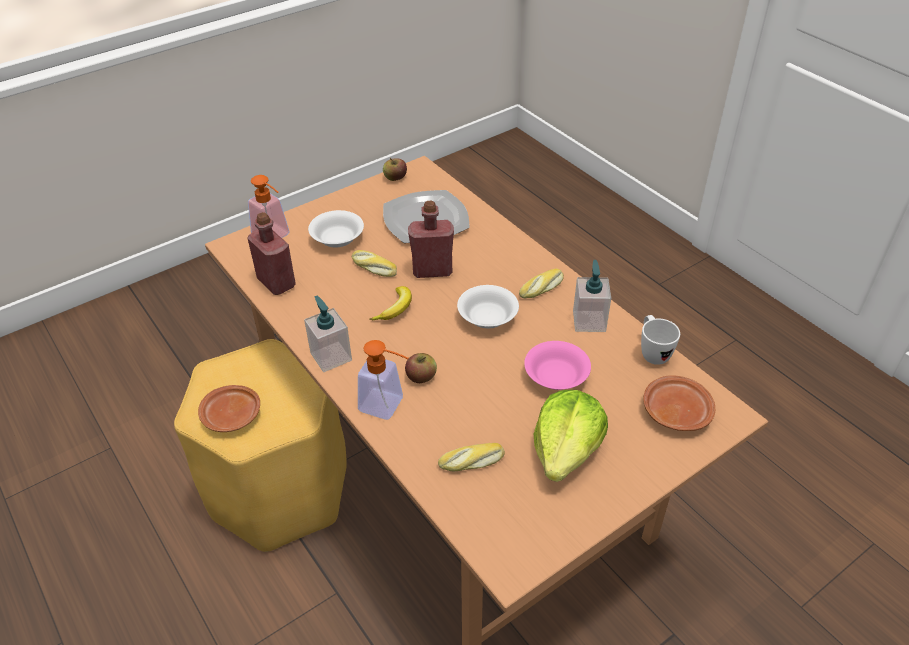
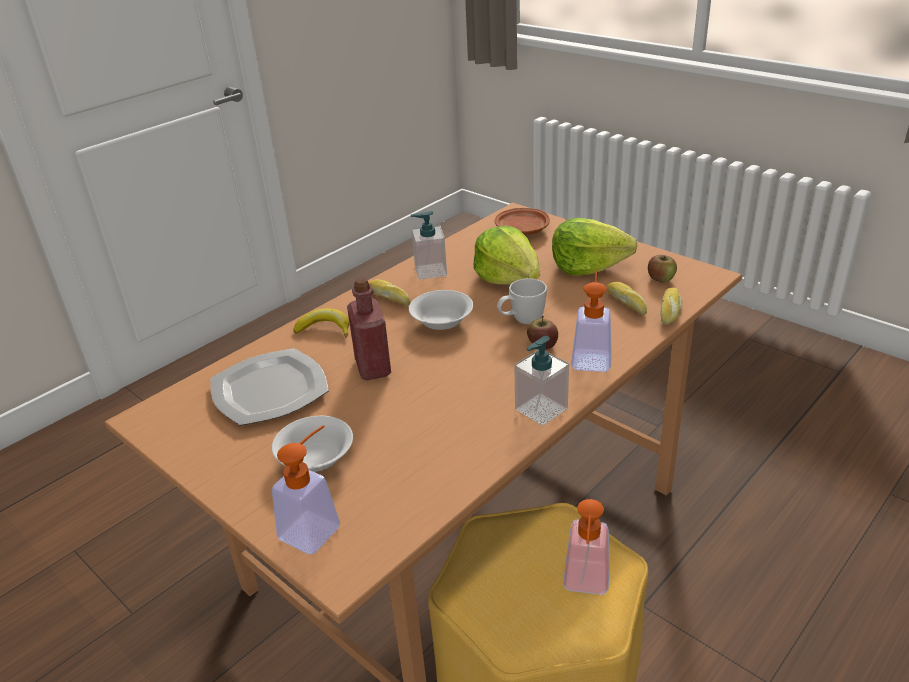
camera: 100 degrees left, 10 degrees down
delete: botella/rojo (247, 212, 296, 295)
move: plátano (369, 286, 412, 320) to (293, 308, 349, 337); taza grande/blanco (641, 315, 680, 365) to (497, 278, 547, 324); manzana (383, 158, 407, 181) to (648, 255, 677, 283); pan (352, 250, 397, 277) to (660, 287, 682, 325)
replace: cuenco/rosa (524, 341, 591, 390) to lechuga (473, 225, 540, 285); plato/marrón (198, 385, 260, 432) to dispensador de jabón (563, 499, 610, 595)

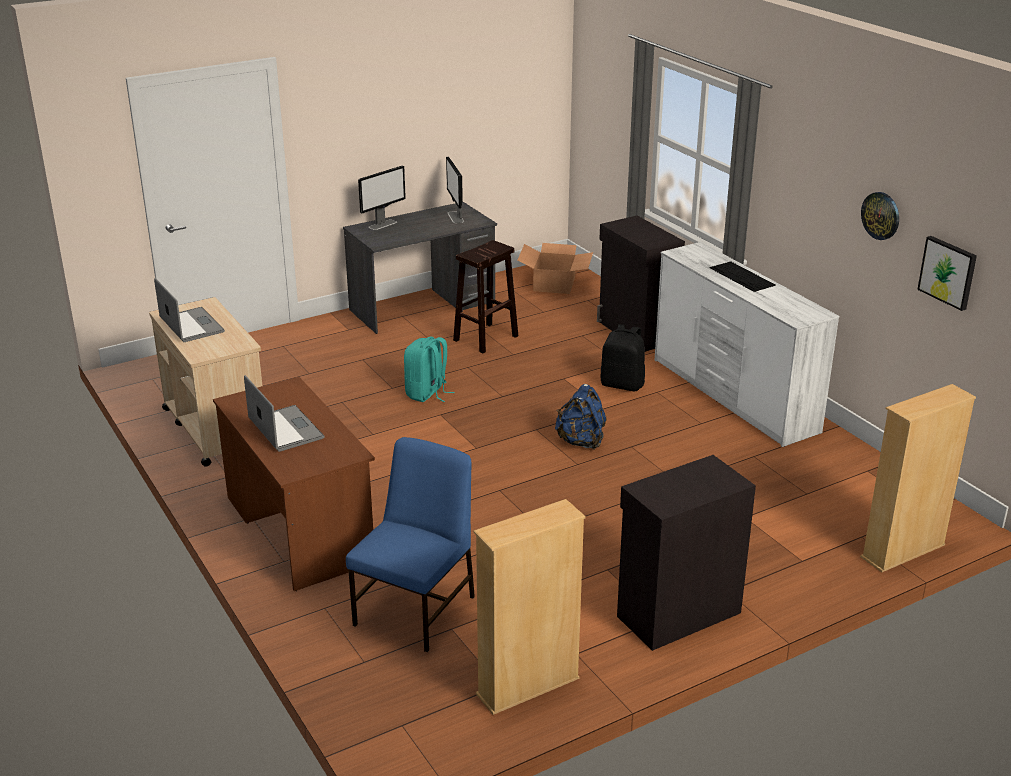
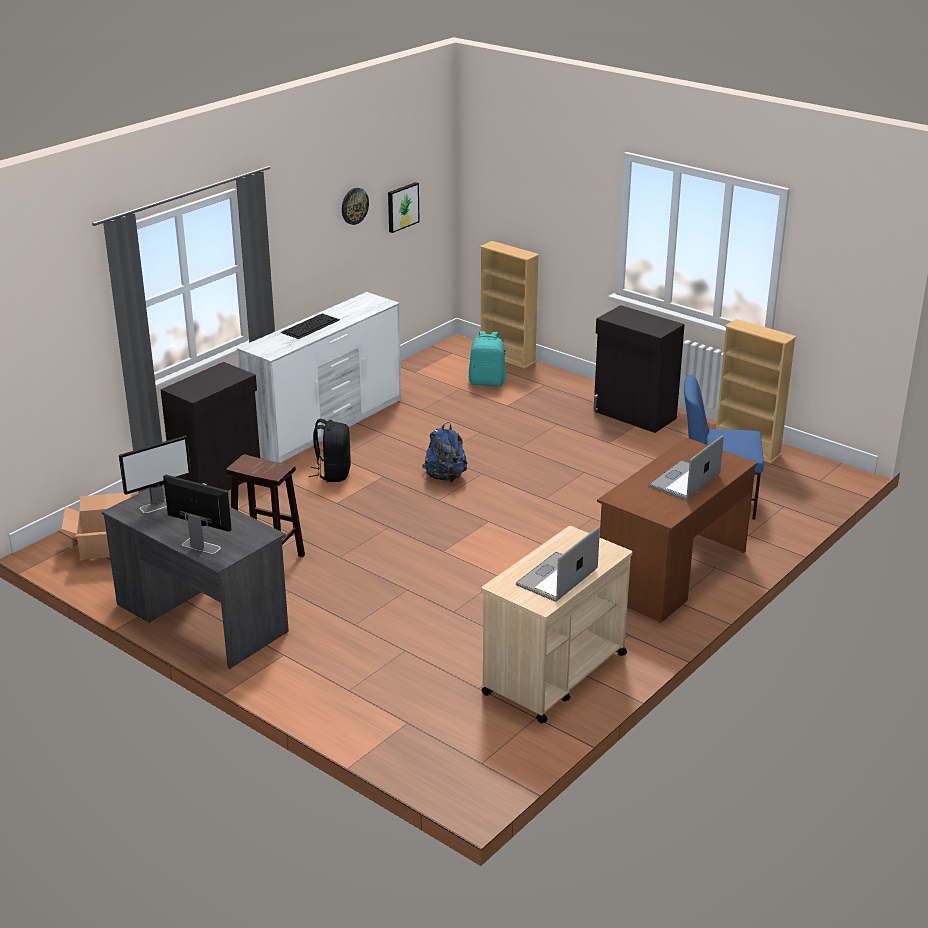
camera: 110 degrees left, 0 degrees up
move: mochila/turquesa (404, 337, 454, 402) to (469, 331, 506, 386)

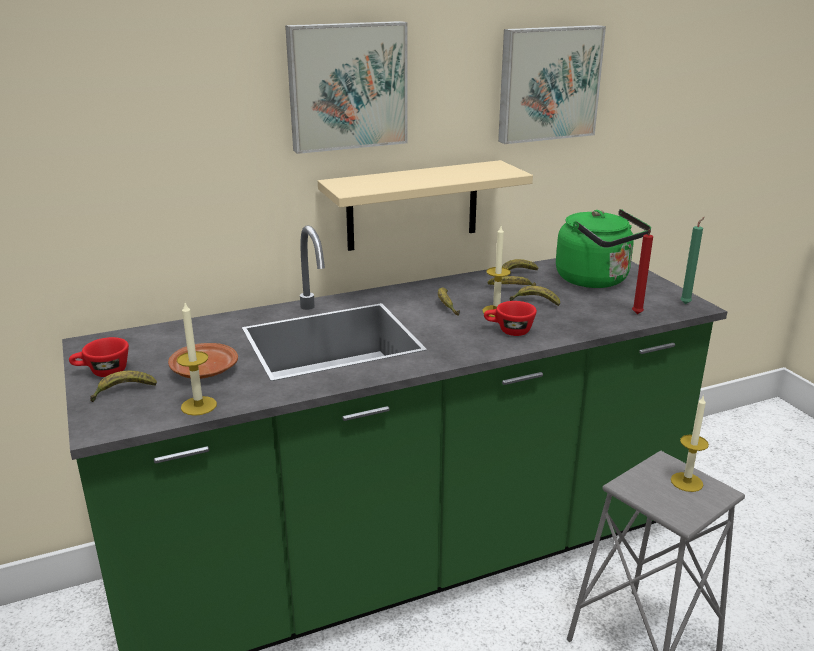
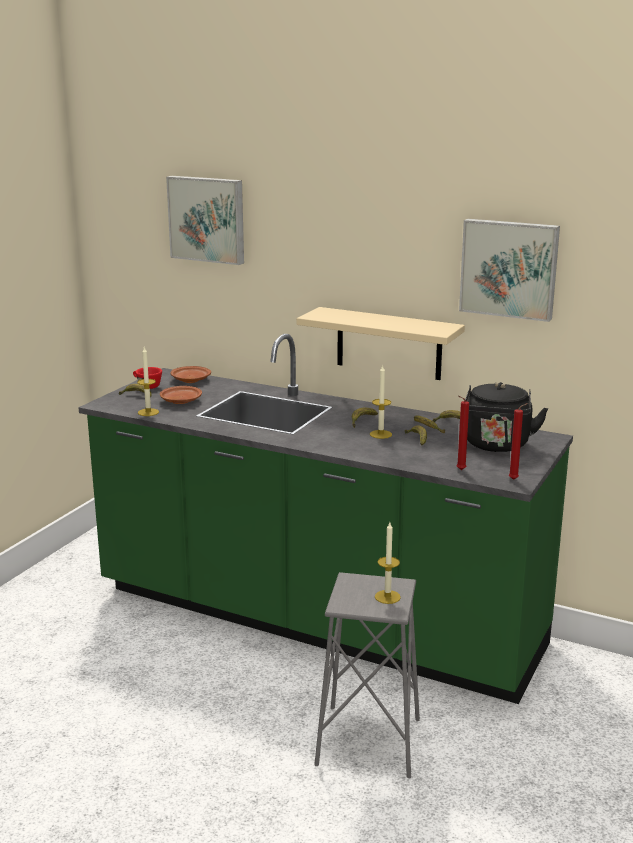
camera: 50 degrees right, 5 degrees down
delete: taza/rojo (484, 301, 537, 336)
insert: plato/marrón (170, 366, 211, 383)
move: cuadro (285, 21, 408, 154) to (166, 176, 244, 265)
recolor: hervidor/verde (556, 209, 651, 288) to hervidor/negro (465, 382, 548, 452); vela/verde (680, 217, 705, 304) to vela/rojo (509, 403, 528, 480)

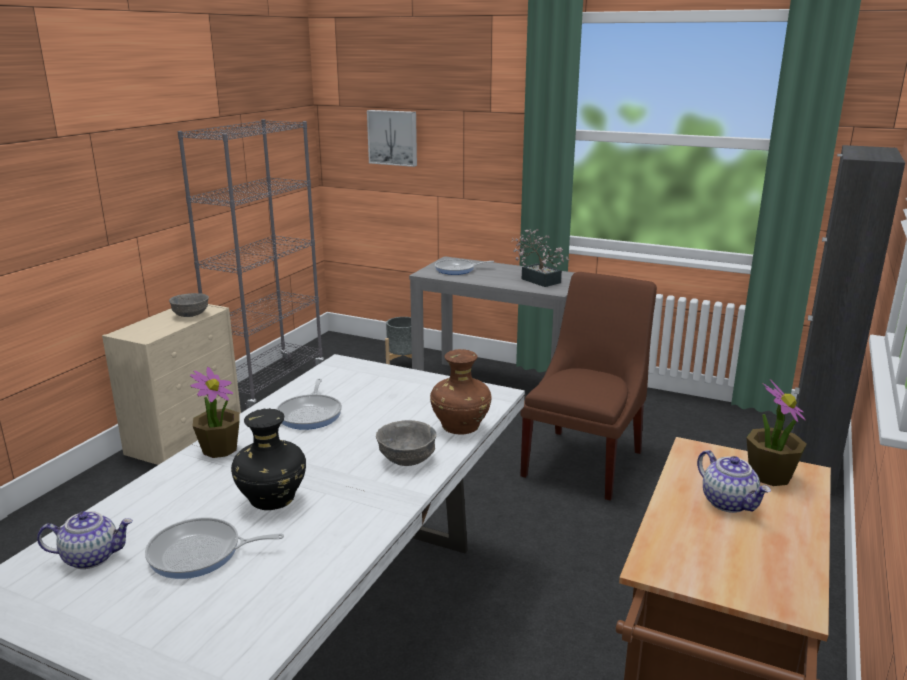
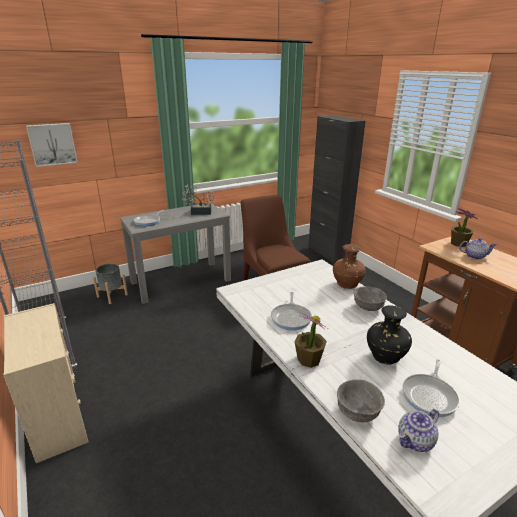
camera: 55 degrees left, 5 degrees up
move: cuenco/gris (169, 293, 209, 317) to (337, 379, 385, 422)
rotate: sartén (276, 379, 342, 430) = (271, 292, 312, 330) 60 degrees clockwise; tetera (37, 511, 133, 569) = (398, 409, 439, 452) 150 degrees counterclockwise

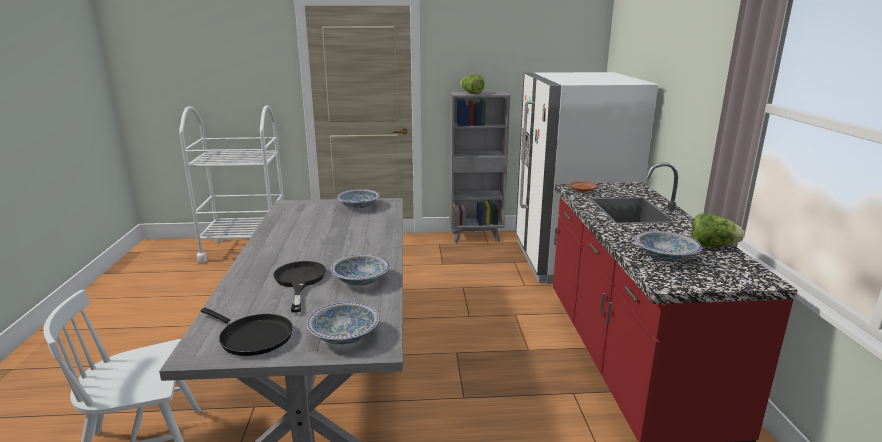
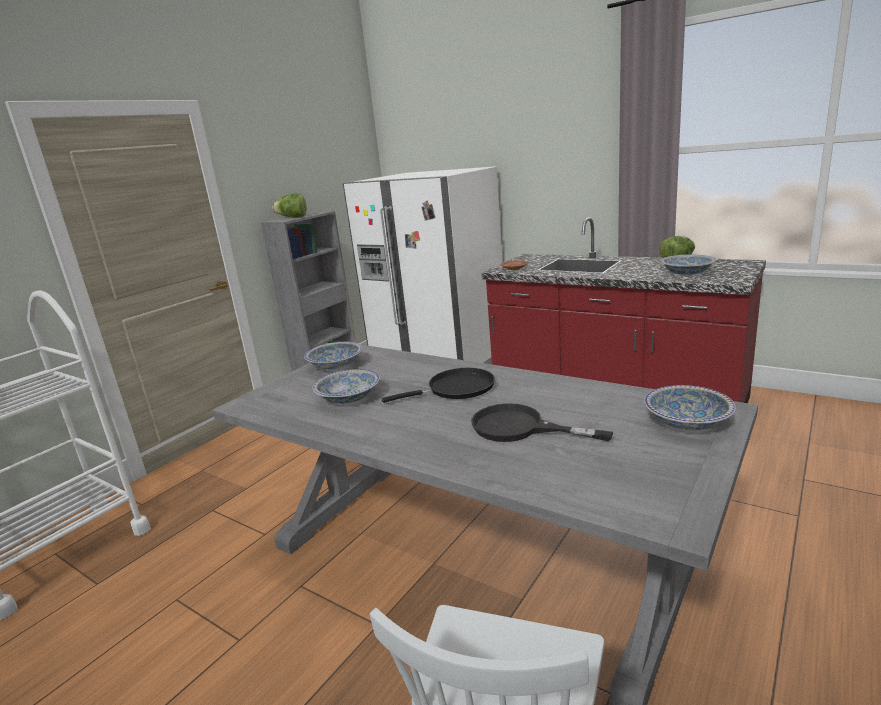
camera: 50 degrees left, 0 degrees up
move: cuenco (331, 254, 390, 286) to (312, 369, 380, 404); sartén/negro (201, 308, 293, 356) to (382, 368, 495, 403)

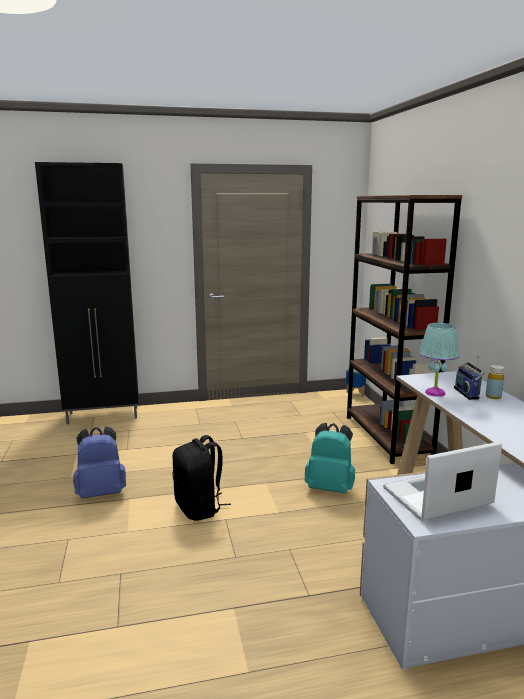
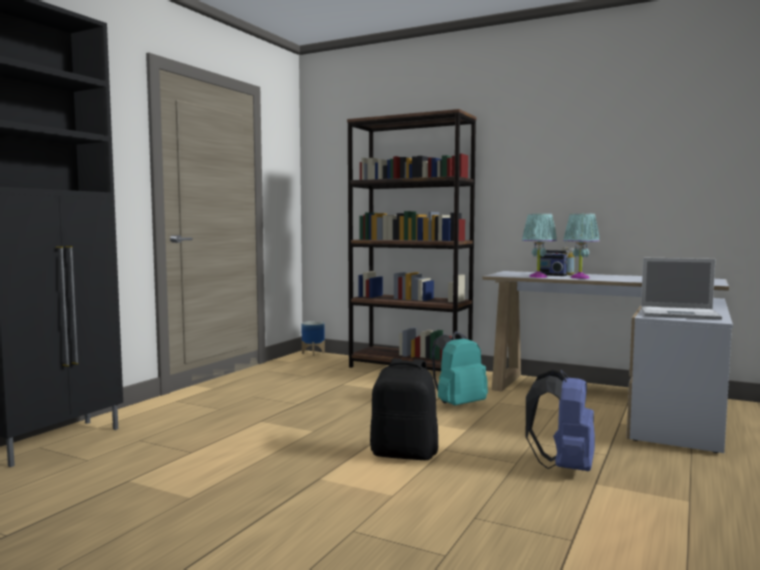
camera: 50 degrees left, 10 degrees down
insert: lámpara de mesa/turquesa (563, 214, 600, 279)
move: mochila/azul (73, 426, 126, 498) to (526, 369, 595, 471)
rotate: portátil (383, 442, 502, 521) = (641, 258, 722, 320) 90 degrees counterclockwise

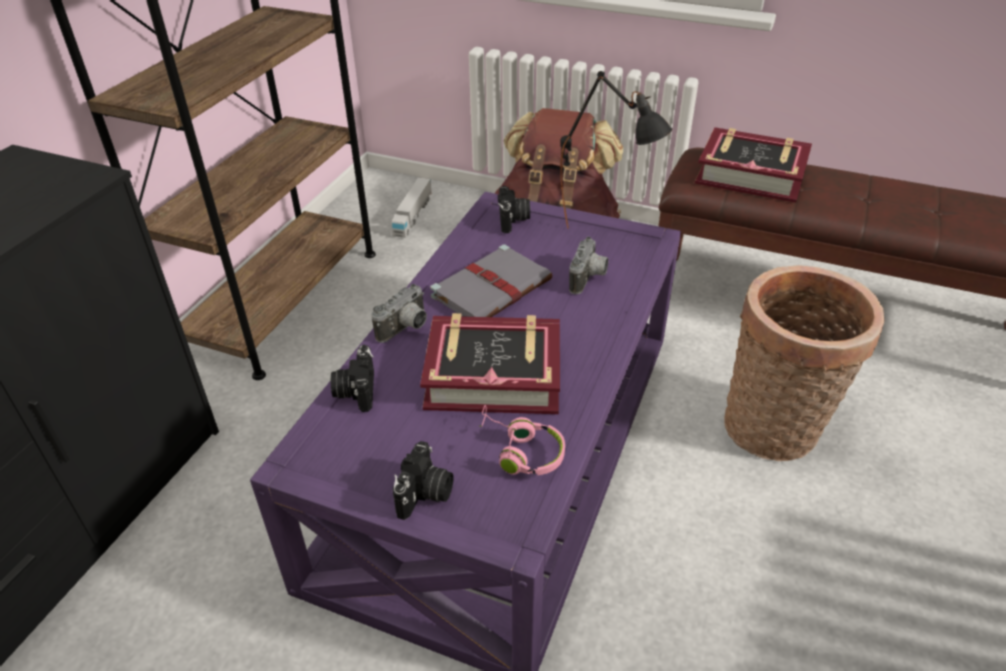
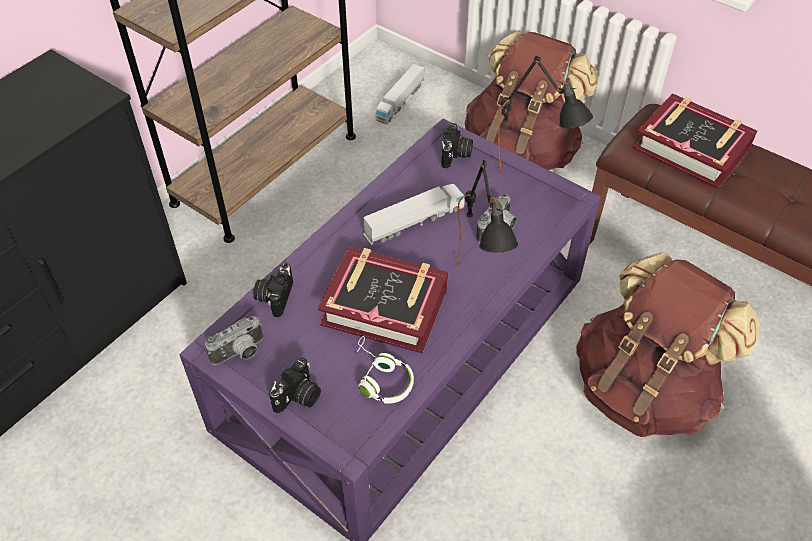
camera: 15 degrees right, 10 degrees up
insert: lámpara de mesa/negro (458, 160, 518, 266)
move: cámara (371, 284, 427, 343) to (205, 316, 263, 365)
replace: libro/gris (430, 244, 552, 317) to camión de juguete (363, 184, 465, 245); cesta (724, 265, 884, 461) to mochila/marrón (577, 252, 759, 437)
recolor: auriculares/rosa (479, 405, 565, 475) to auriculares/blanco (355, 336, 414, 403)

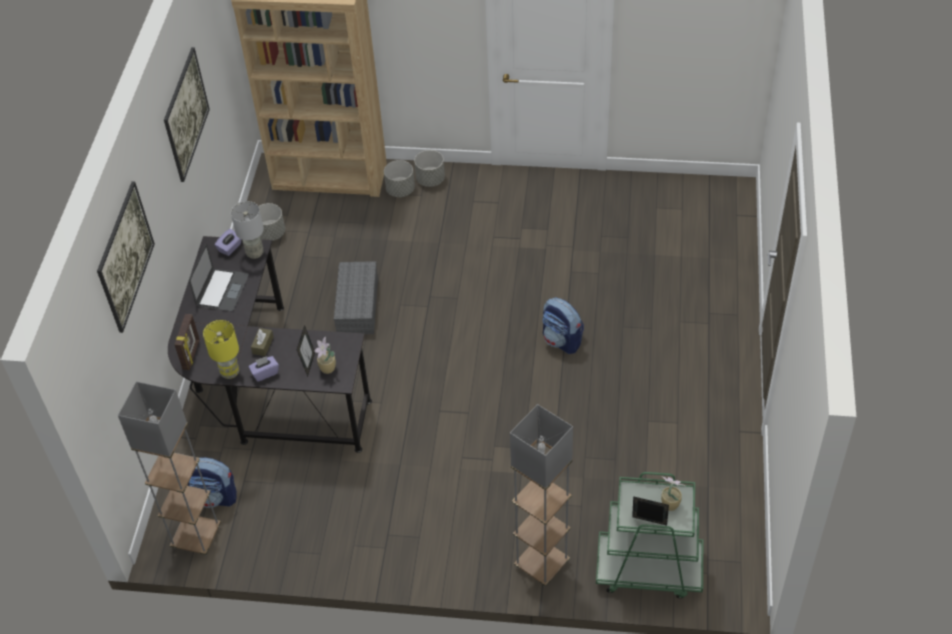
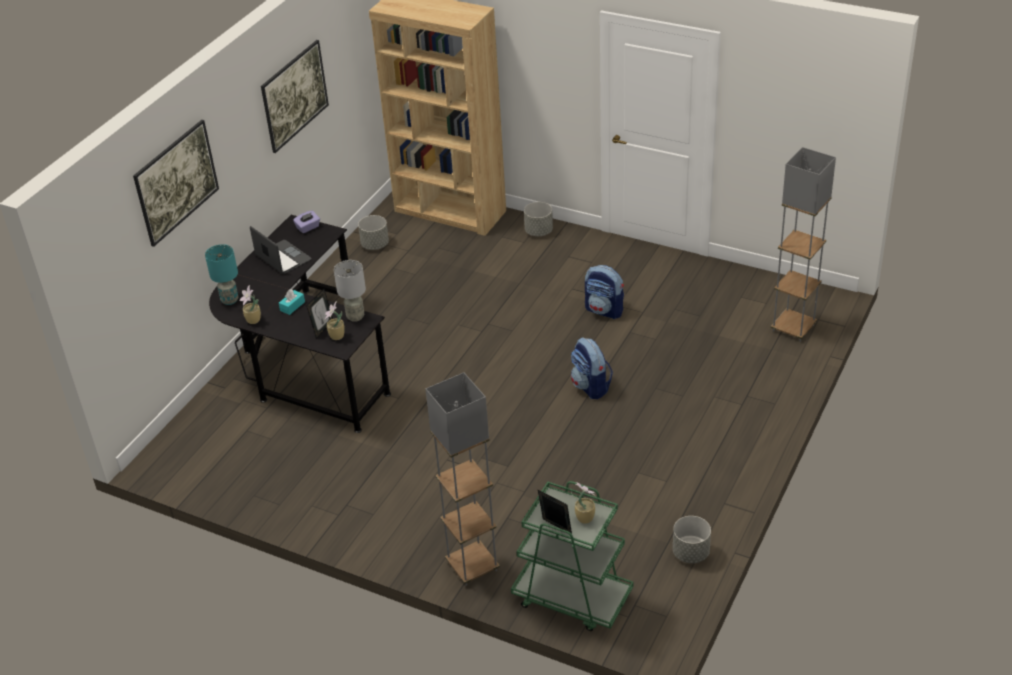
camera: 20 degrees right, 10 degrees down
delete: caja de pañuelos/morado (248, 356, 279, 382); caja de almacenaje/gris (334, 261, 378, 334)
move: lámpara de mesa/gris (231, 201, 264, 259) to (334, 260, 366, 322); mochila (188, 457, 237, 508) to (585, 265, 624, 319); maceta/gris (384, 160, 415, 197) to (673, 516, 711, 563); lámpara de pie/gris (118, 381, 221, 556) to (771, 147, 836, 342)
replace: portarretratos (174, 314, 200, 370) to lámpara de mesa/turquesa (205, 244, 238, 305); lámpara de mesa/amarillo (203, 320, 239, 379) to planta en maceta (240, 285, 261, 324)
recolor: caja de pañuelos/marrón (251, 328, 273, 356) to caja de pañuelos/turquesa (279, 289, 305, 315)
rotate: portátil (189, 244, 249, 311) = (250, 226, 311, 274) 75 degrees counterclockwise

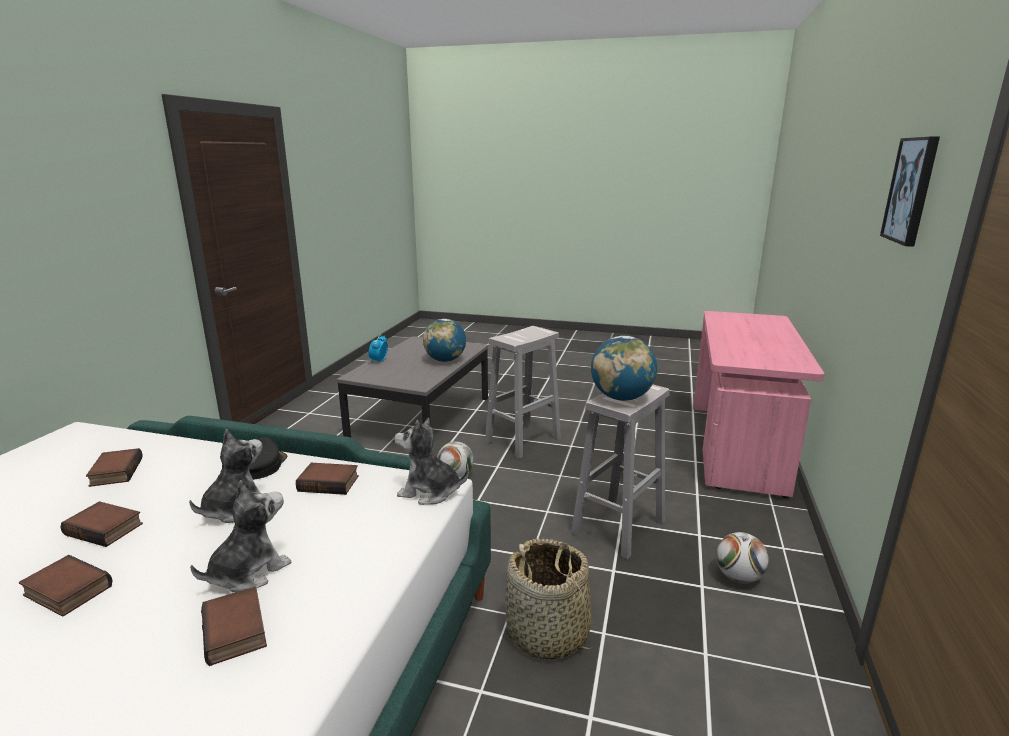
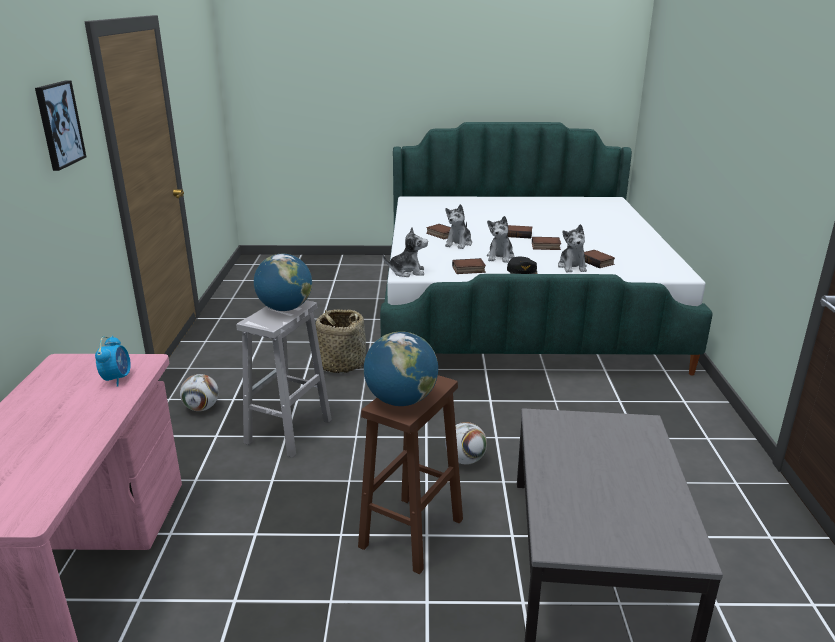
camera: 165 degrees right, 5 degrees up
insert: peluche (558, 224, 587, 272)
move: despertador (369, 334, 388, 364) to (95, 336, 131, 386); globo terráqueo (423, 319, 466, 362) to (364, 331, 438, 406)
recolor: taburete/blanco (485, 326, 561, 459) to taburete/marrón (358, 375, 463, 574)

